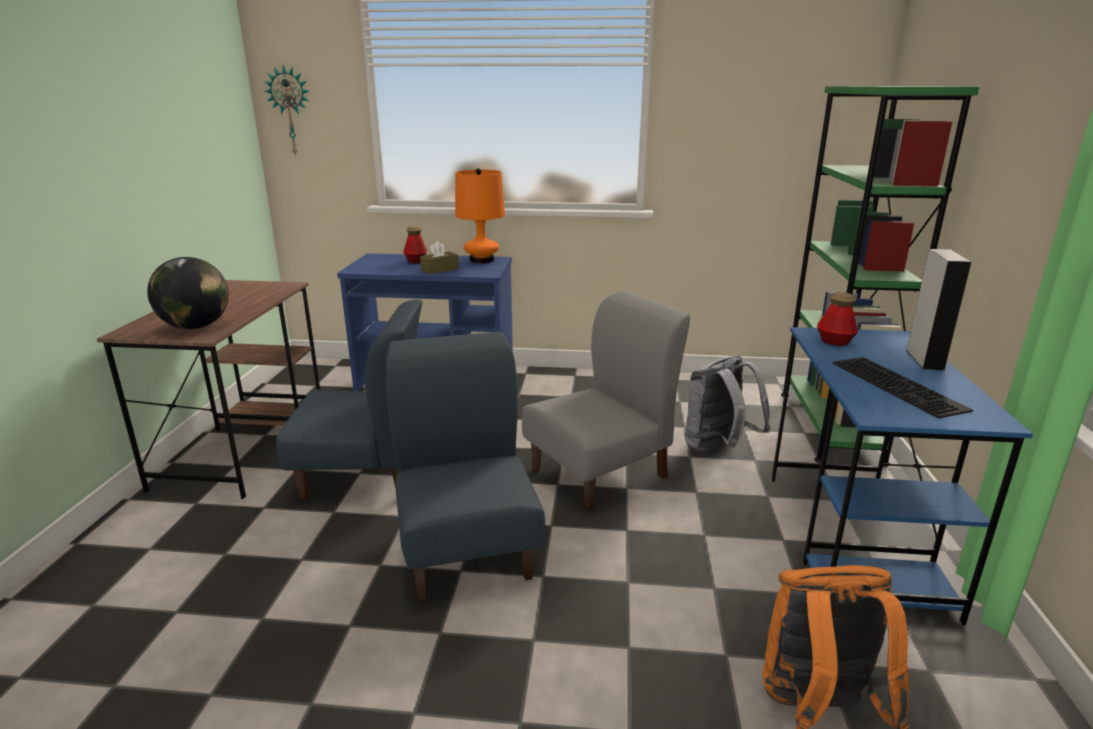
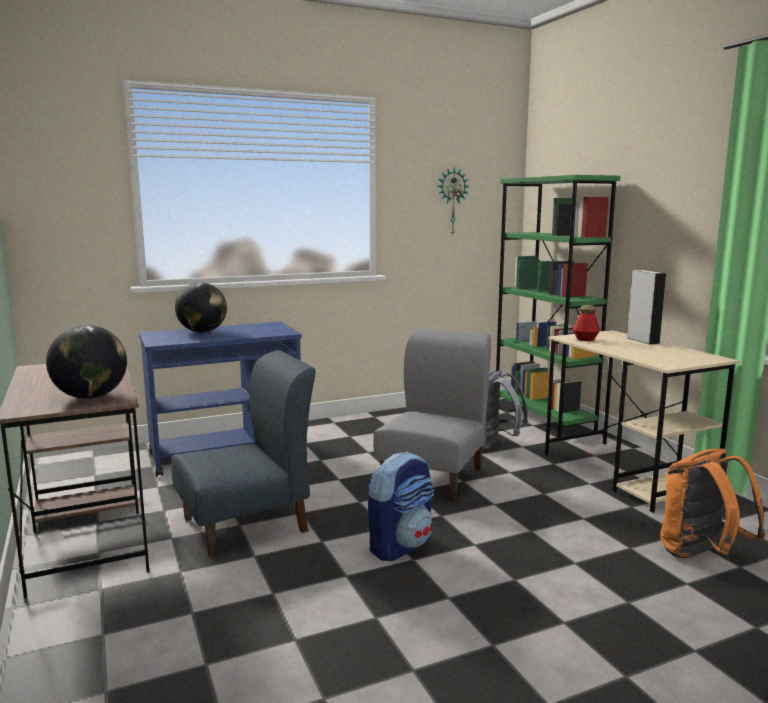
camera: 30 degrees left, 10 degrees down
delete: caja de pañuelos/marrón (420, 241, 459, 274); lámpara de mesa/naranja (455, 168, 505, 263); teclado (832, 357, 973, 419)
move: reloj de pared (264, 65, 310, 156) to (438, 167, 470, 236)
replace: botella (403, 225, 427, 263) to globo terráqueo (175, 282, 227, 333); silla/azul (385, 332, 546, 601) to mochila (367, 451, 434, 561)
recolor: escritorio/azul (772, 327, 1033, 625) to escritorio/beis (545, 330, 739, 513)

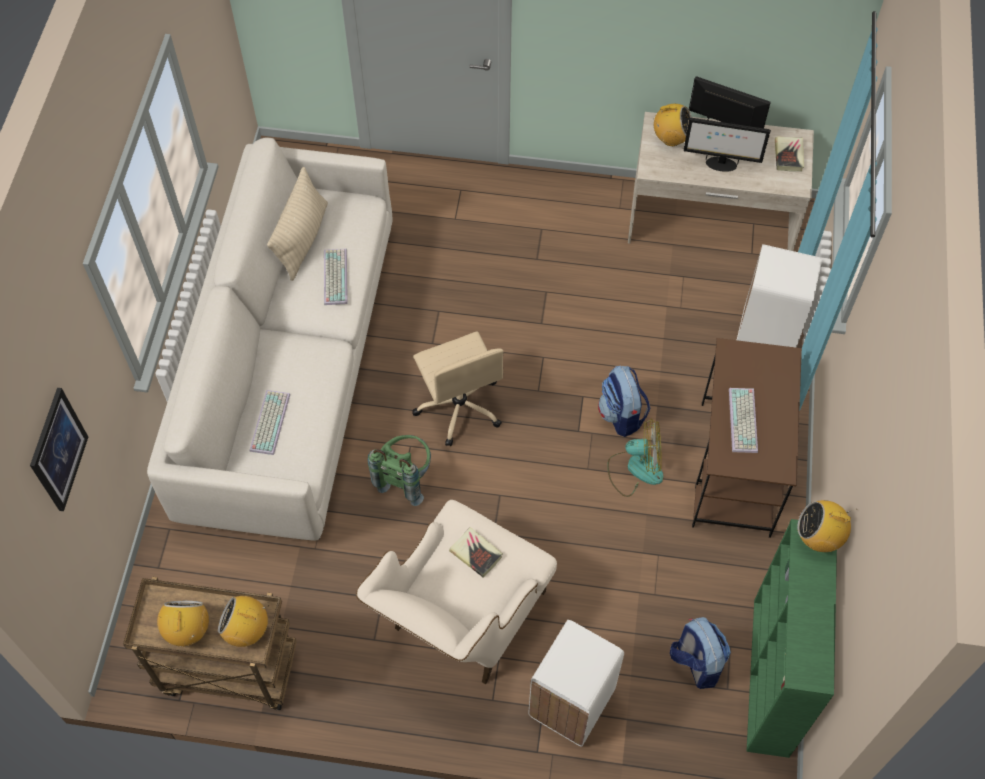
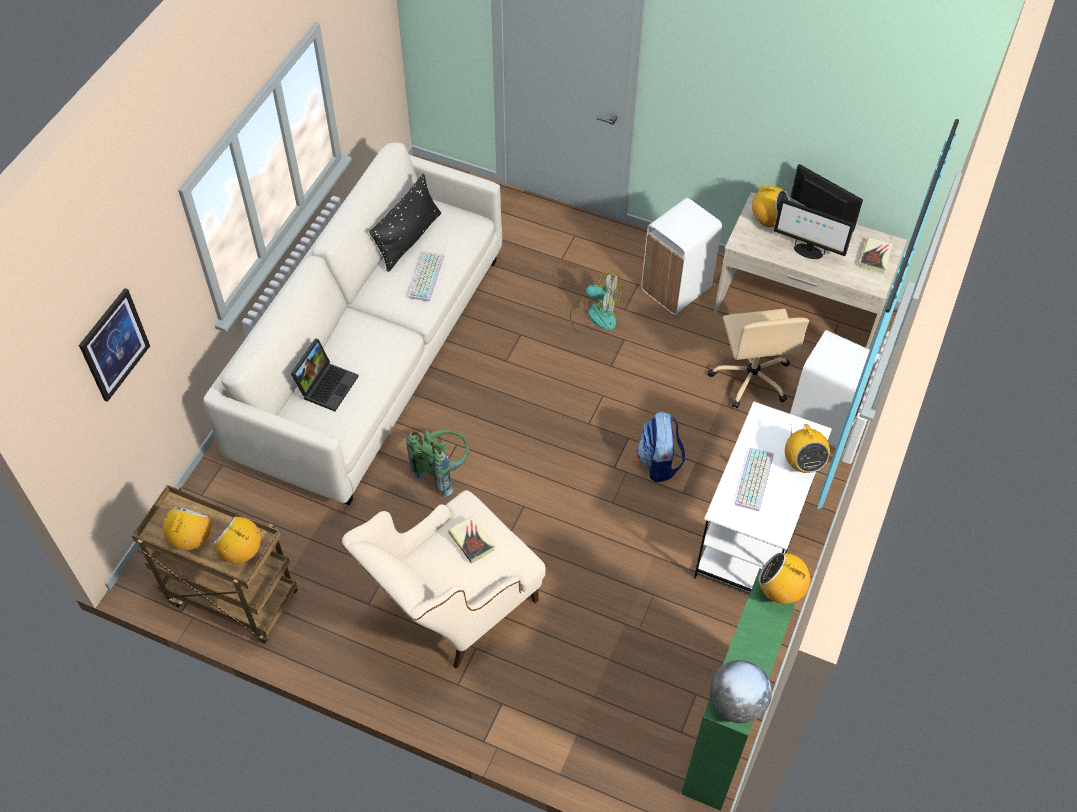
camera: 15 degrees right, 5 degrees down
delete: mochila (670, 617, 731, 689)
insert: globo terráqueo (710, 660, 772, 723); radio (785, 424, 830, 473)
move: ventilador (607, 420, 663, 497) to (570, 269, 621, 334); papelera/blanco (528, 620, 624, 746) to (641, 198, 722, 315); silla de oficina/beis (412, 331, 504, 446) to (708, 309, 809, 408)
replace: teclado (250, 390, 290, 455) to portátil (290, 339, 359, 411)
recolor: cojín/beis (267, 167, 328, 281) to cojín/negro (369, 174, 441, 272); escritorio/marrón (692, 338, 802, 538) to escritorio/blanco (694, 401, 832, 592)

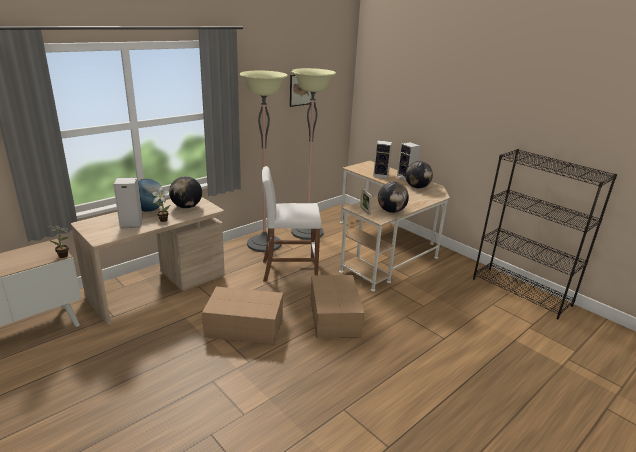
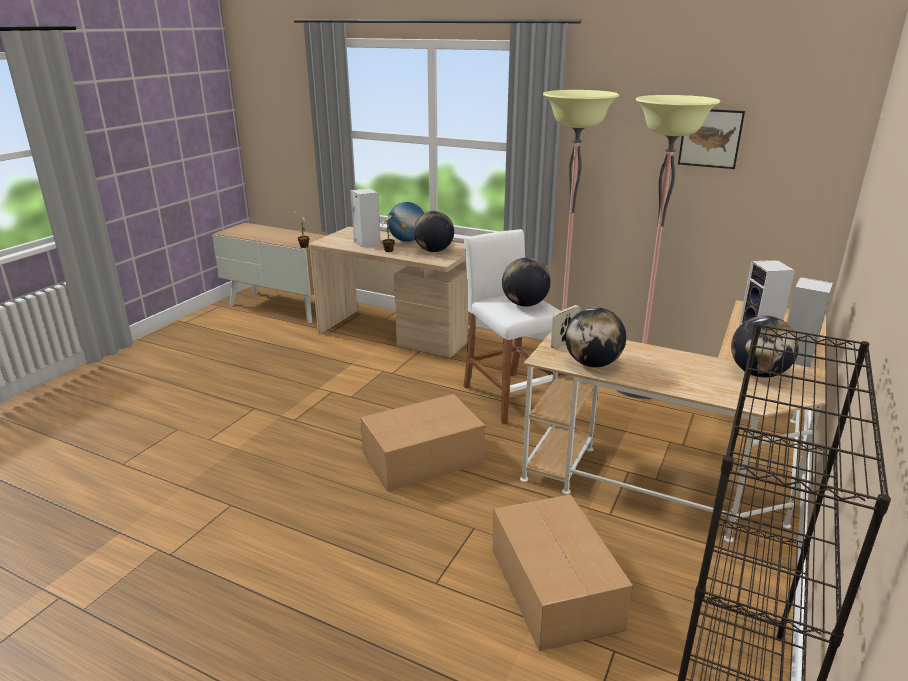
camera: 70 degrees right, 0 degrees up
insert: globo terráqueo (502, 258, 551, 307)
move: caja de cartón (202, 286, 283, 345) to (492, 494, 633, 652)

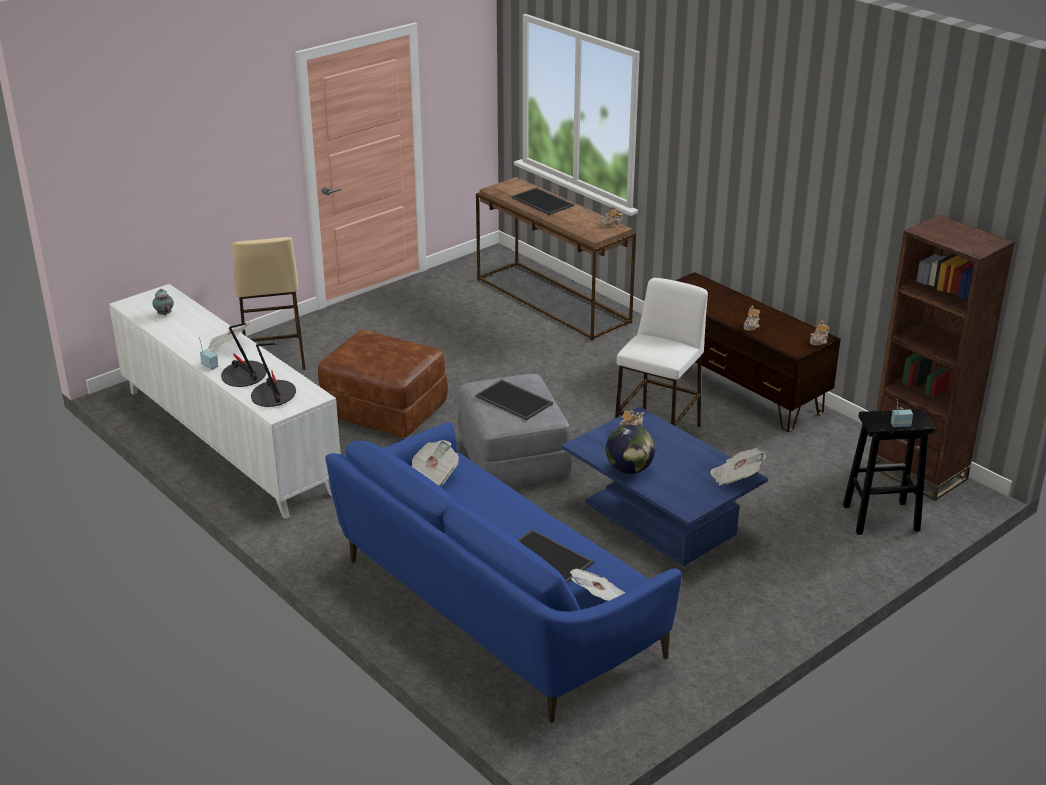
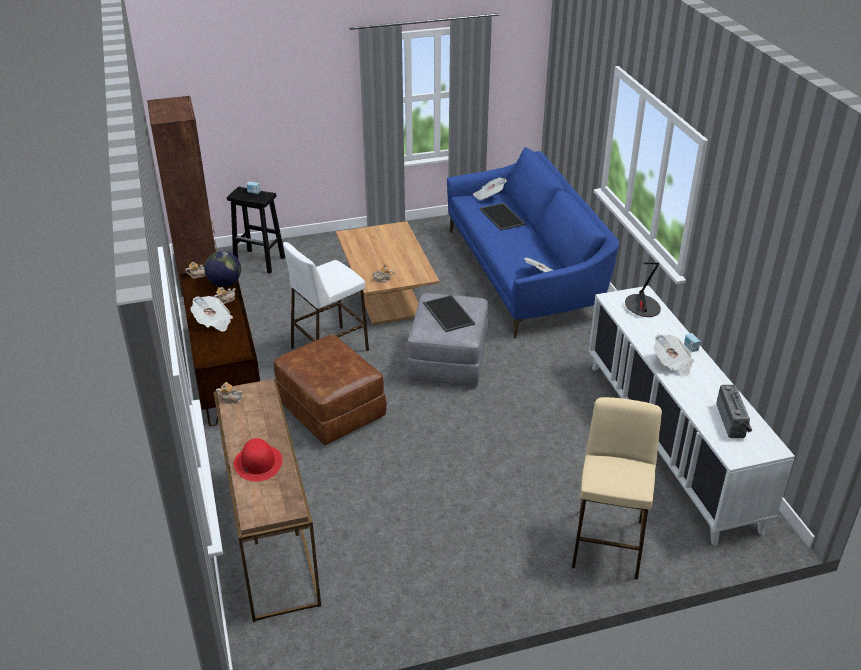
camera: 155 degrees left, 5 degrees up
delete: lámpara de mesa (221, 323, 267, 387)
move: periódico (710, 448, 766, 486) to (190, 296, 233, 332); globo terráqueo (606, 425, 655, 474) to (204, 251, 241, 287); puf/marrón (318, 330, 448, 438) to (274, 334, 387, 445)
replace: bandeja (512, 187, 574, 215) to sombrero/rojo (234, 438, 282, 482); tetera (153, 288, 174, 316) to radio (716, 385, 752, 438)
recolor: mesa de centro/azul (562, 407, 768, 566) to mesa de centro/marrón (336, 221, 439, 325)

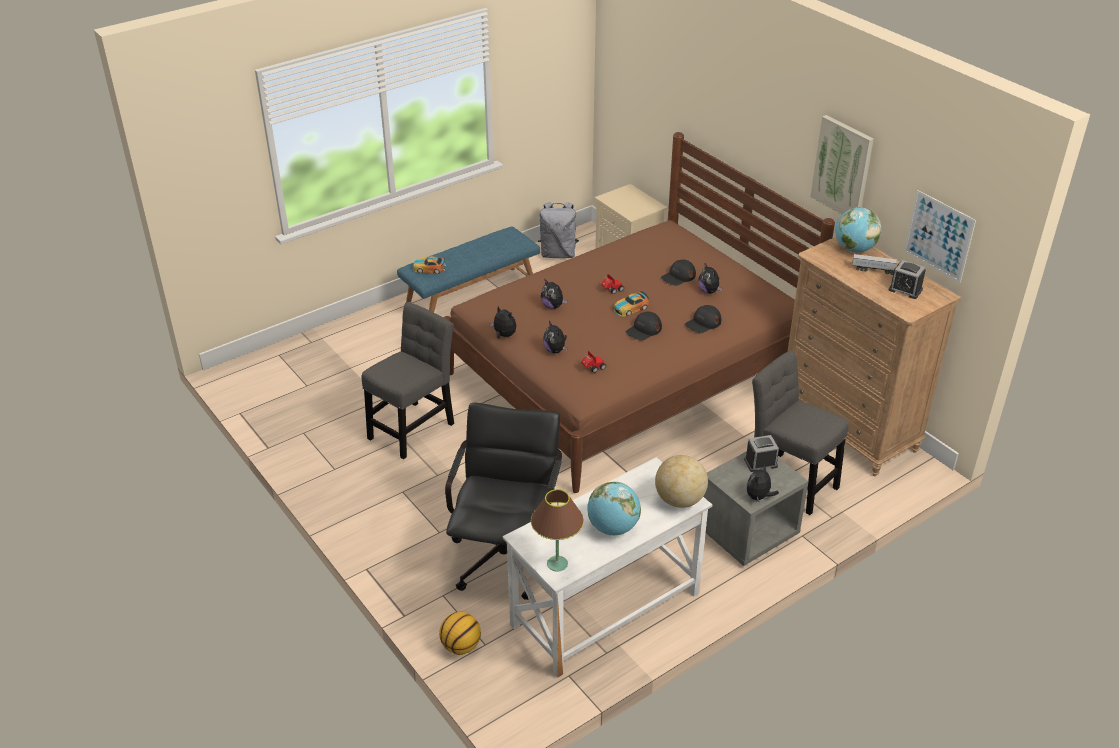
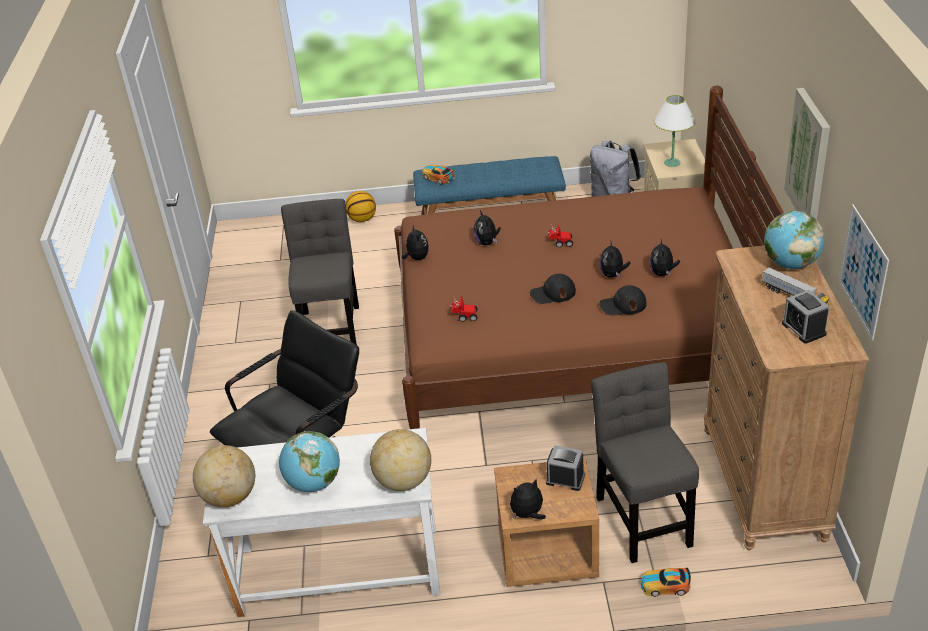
camera: 35 degrees right, 0 degrees up
delete: gorra/negro (661, 259, 696, 286)
insert: lámpara de mesa/blanco (654, 95, 695, 167)
move: balón de baloncesto (439, 612, 481, 655) to (345, 191, 376, 222); peluche (543, 321, 568, 353) to (599, 240, 630, 278); coche de juguete (614, 291, 649, 317) to (641, 568, 691, 597)
replace: lámpara de mesa/marrón (531, 489, 584, 572) to globo terráqueo (193, 445, 255, 507)
recolor: mesita de noche/gris (703, 451, 809, 566) to mesita de noche/marrón (494, 458, 599, 587)
rotate: silla/gris (362, 302, 454, 459) = (281, 199, 359, 345) 75 degrees counterclockwise

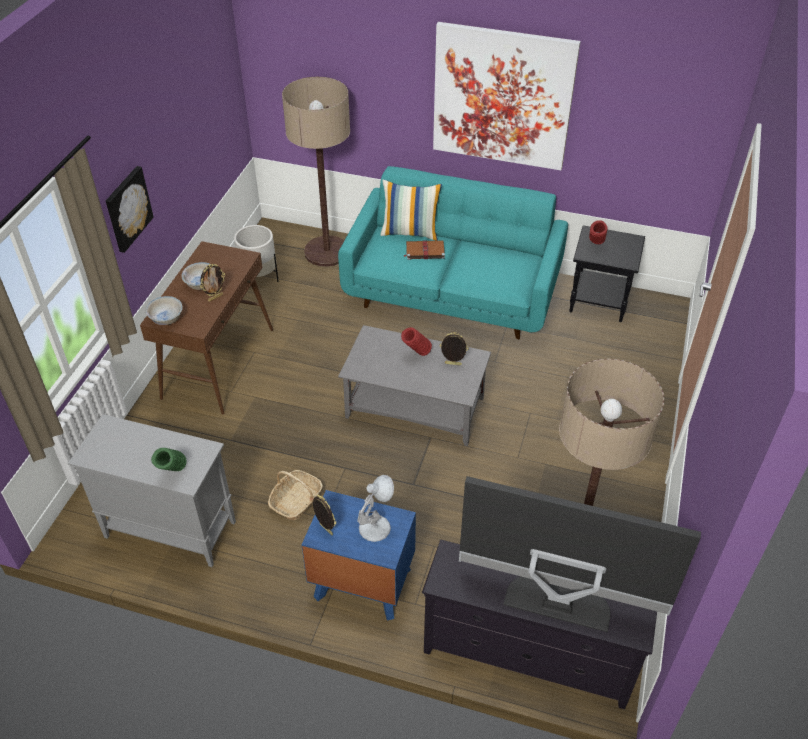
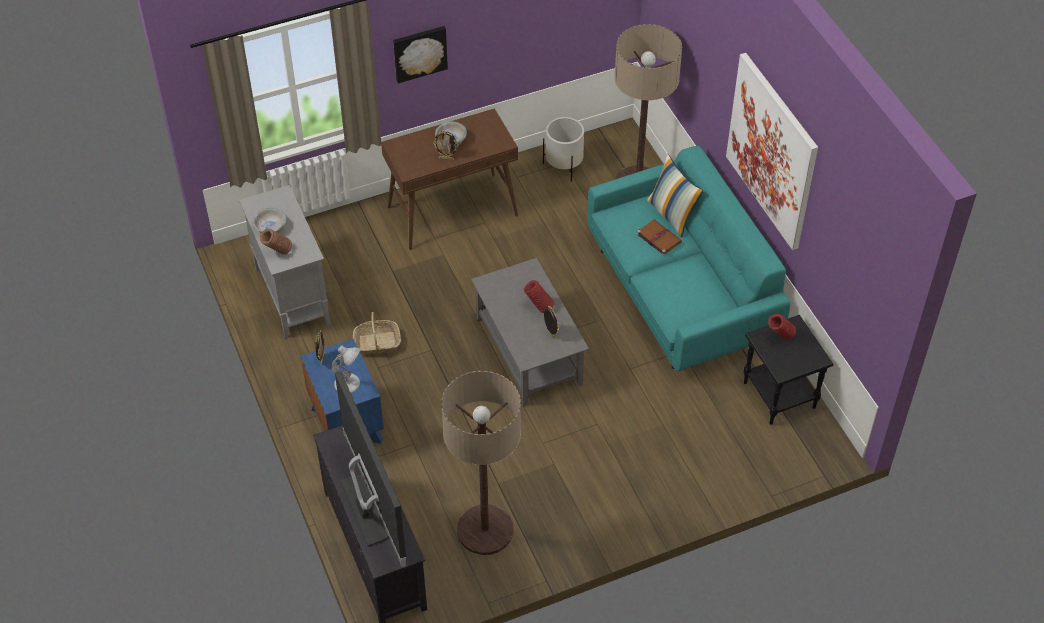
camera: 50 degrees right, 5 degrees up
move: cuenco/blanco (146, 296, 183, 325) to (253, 208, 286, 233)
recolor: florero/verde (151, 448, 187, 471) to florero/marrón (260, 229, 292, 255)

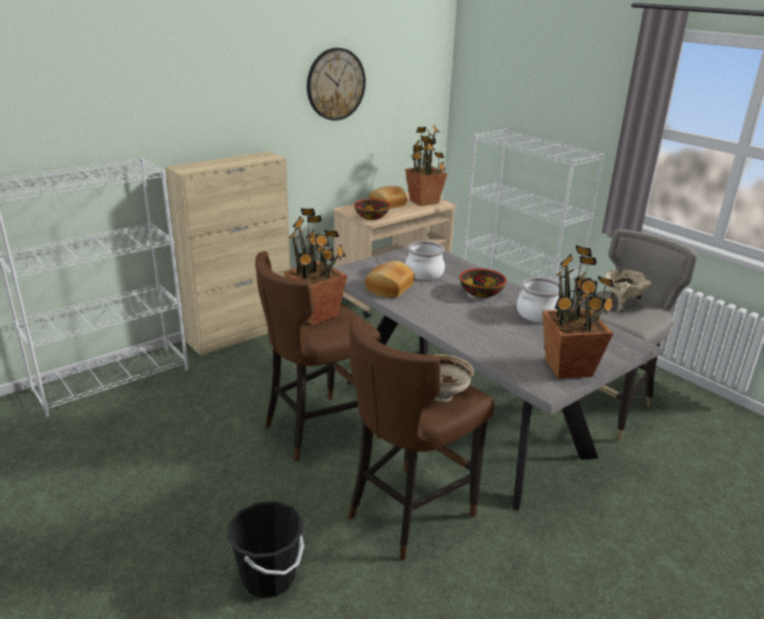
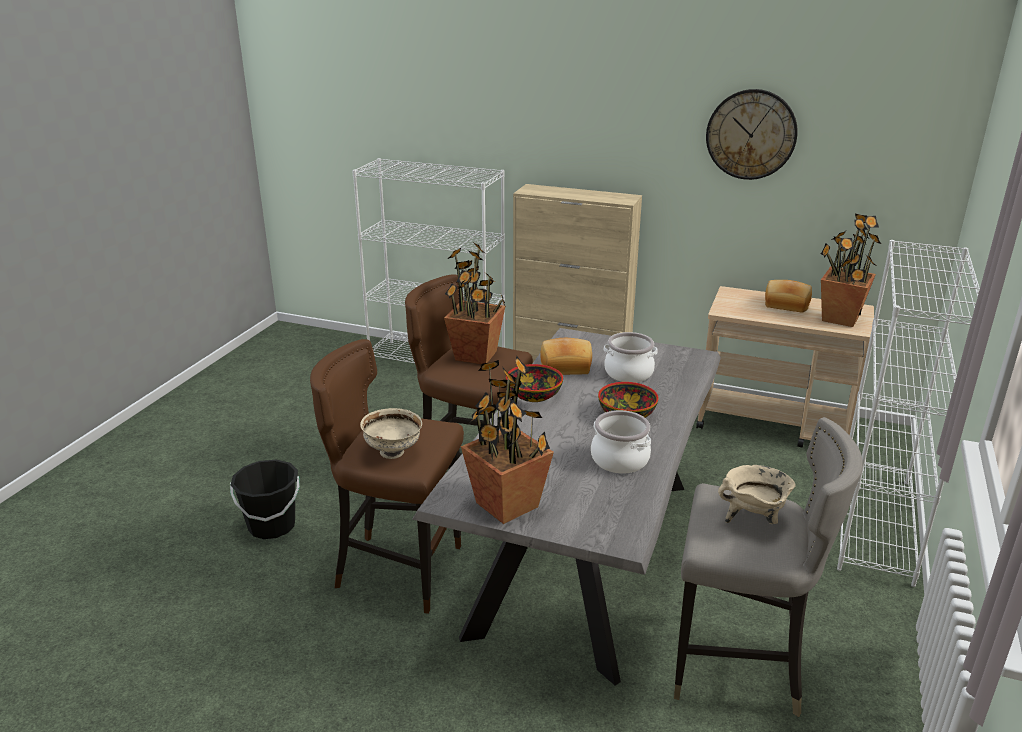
camera: 60 degrees right, 0 degrees up
move: cuenco (354, 199, 390, 220) to (506, 364, 563, 402)

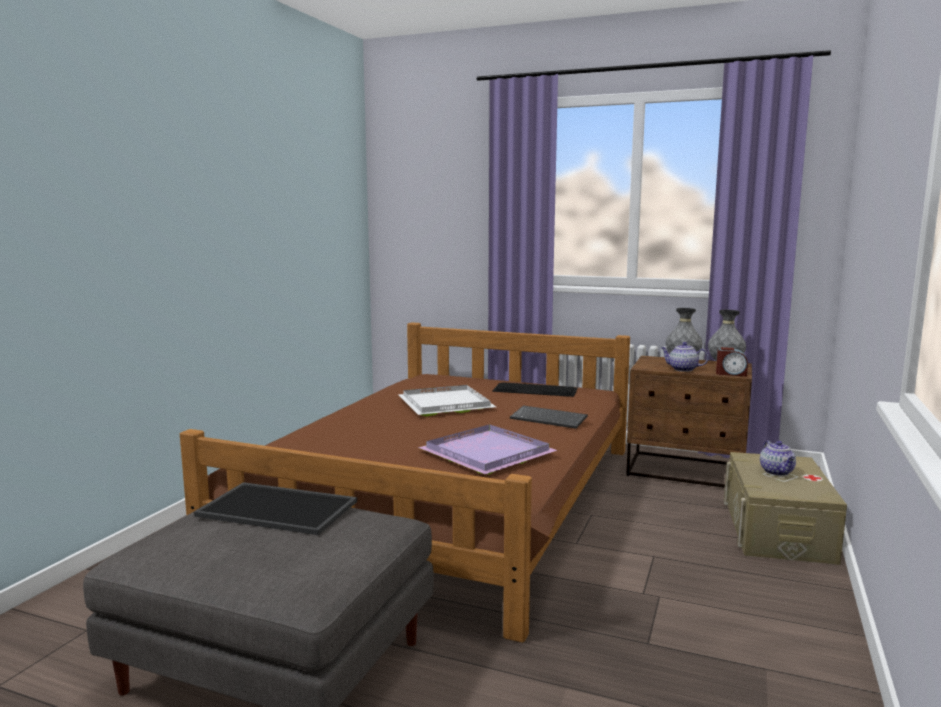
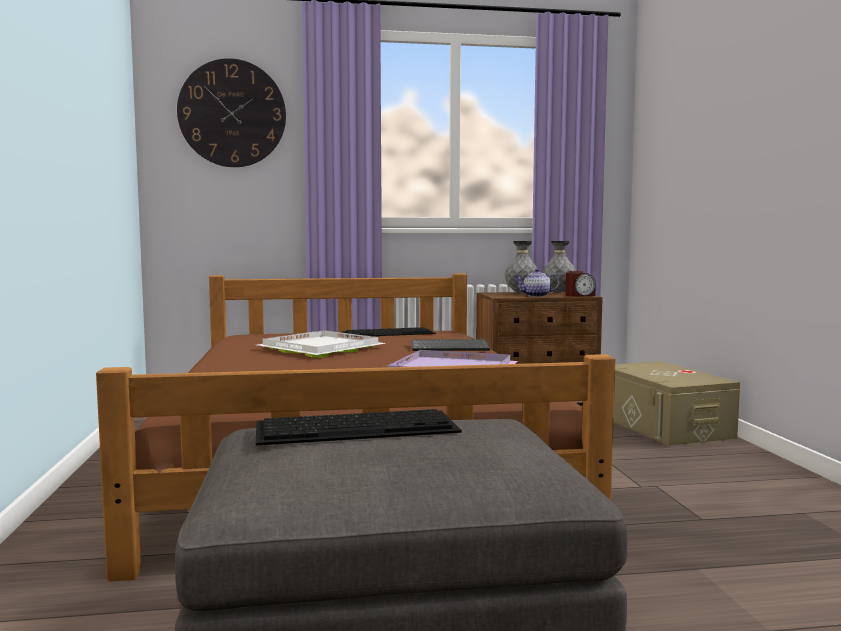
camera: 30 degrees left, 5 degrees down
delete: tetera (760, 440, 796, 476)
insert: reloj de pared (177, 58, 286, 167)
replace: bandeja (194, 482, 357, 535) to teclado (256, 409, 462, 446)

